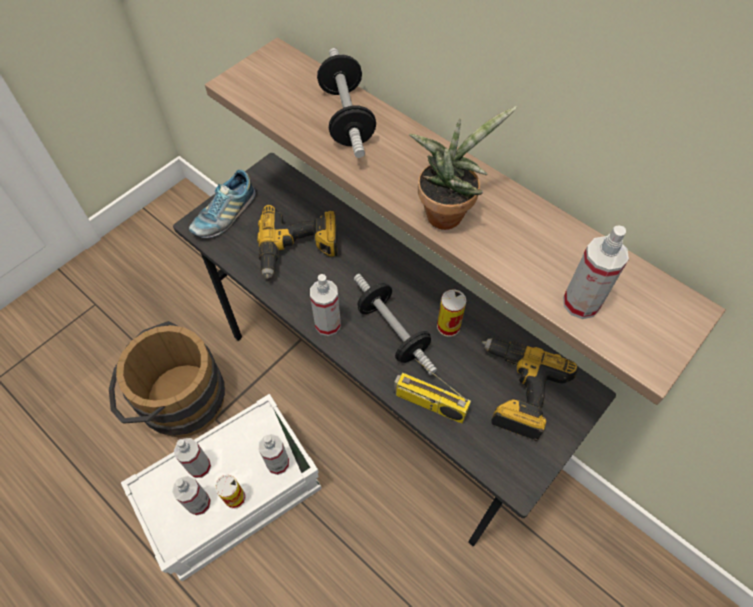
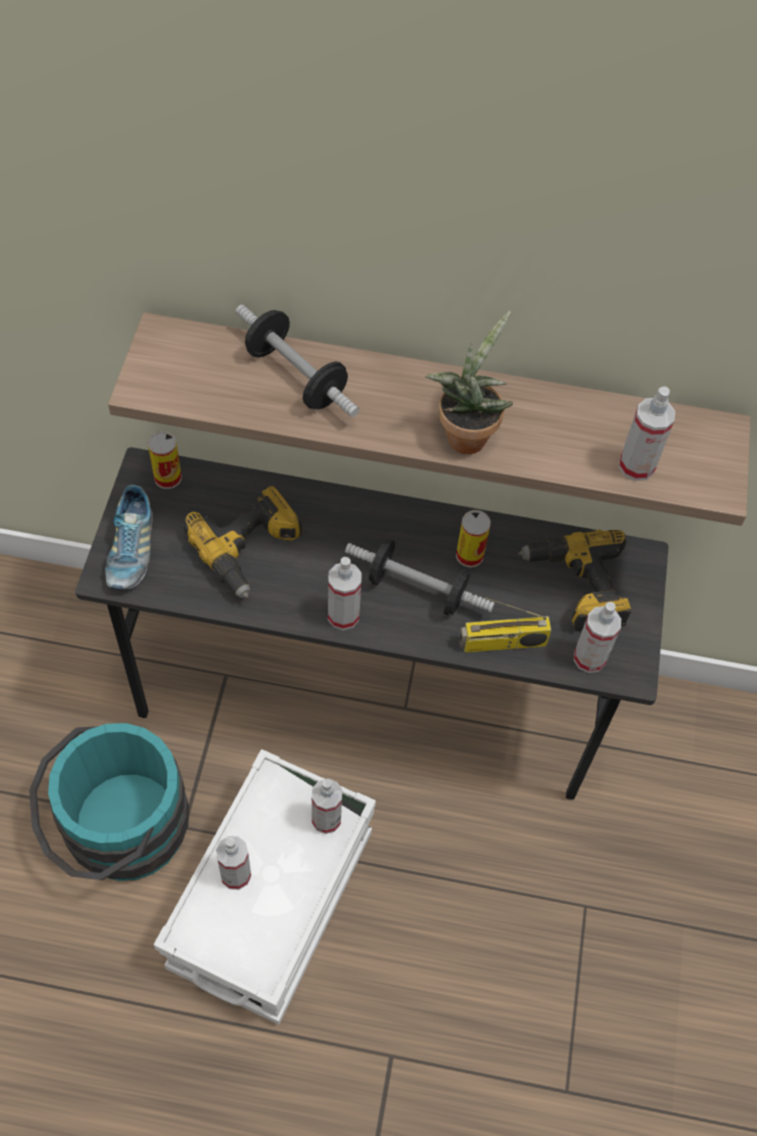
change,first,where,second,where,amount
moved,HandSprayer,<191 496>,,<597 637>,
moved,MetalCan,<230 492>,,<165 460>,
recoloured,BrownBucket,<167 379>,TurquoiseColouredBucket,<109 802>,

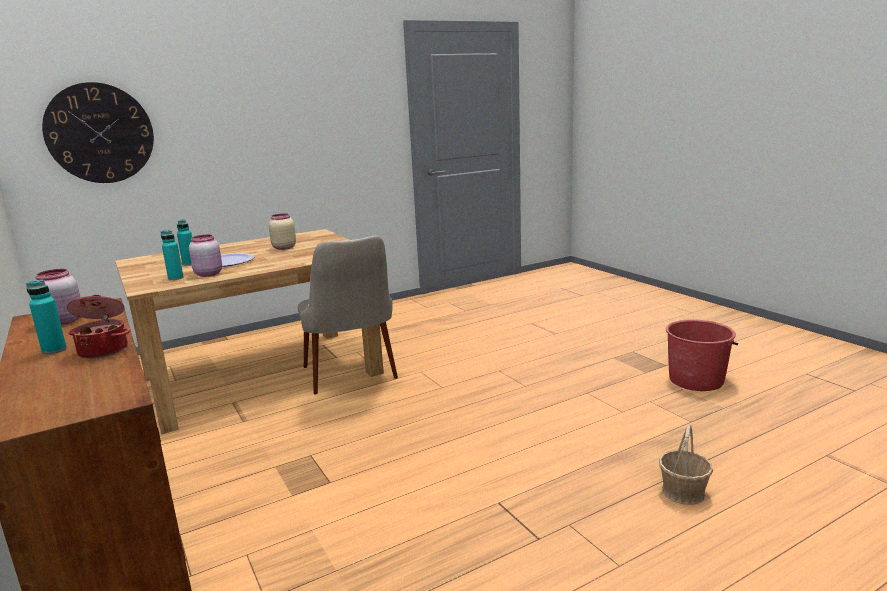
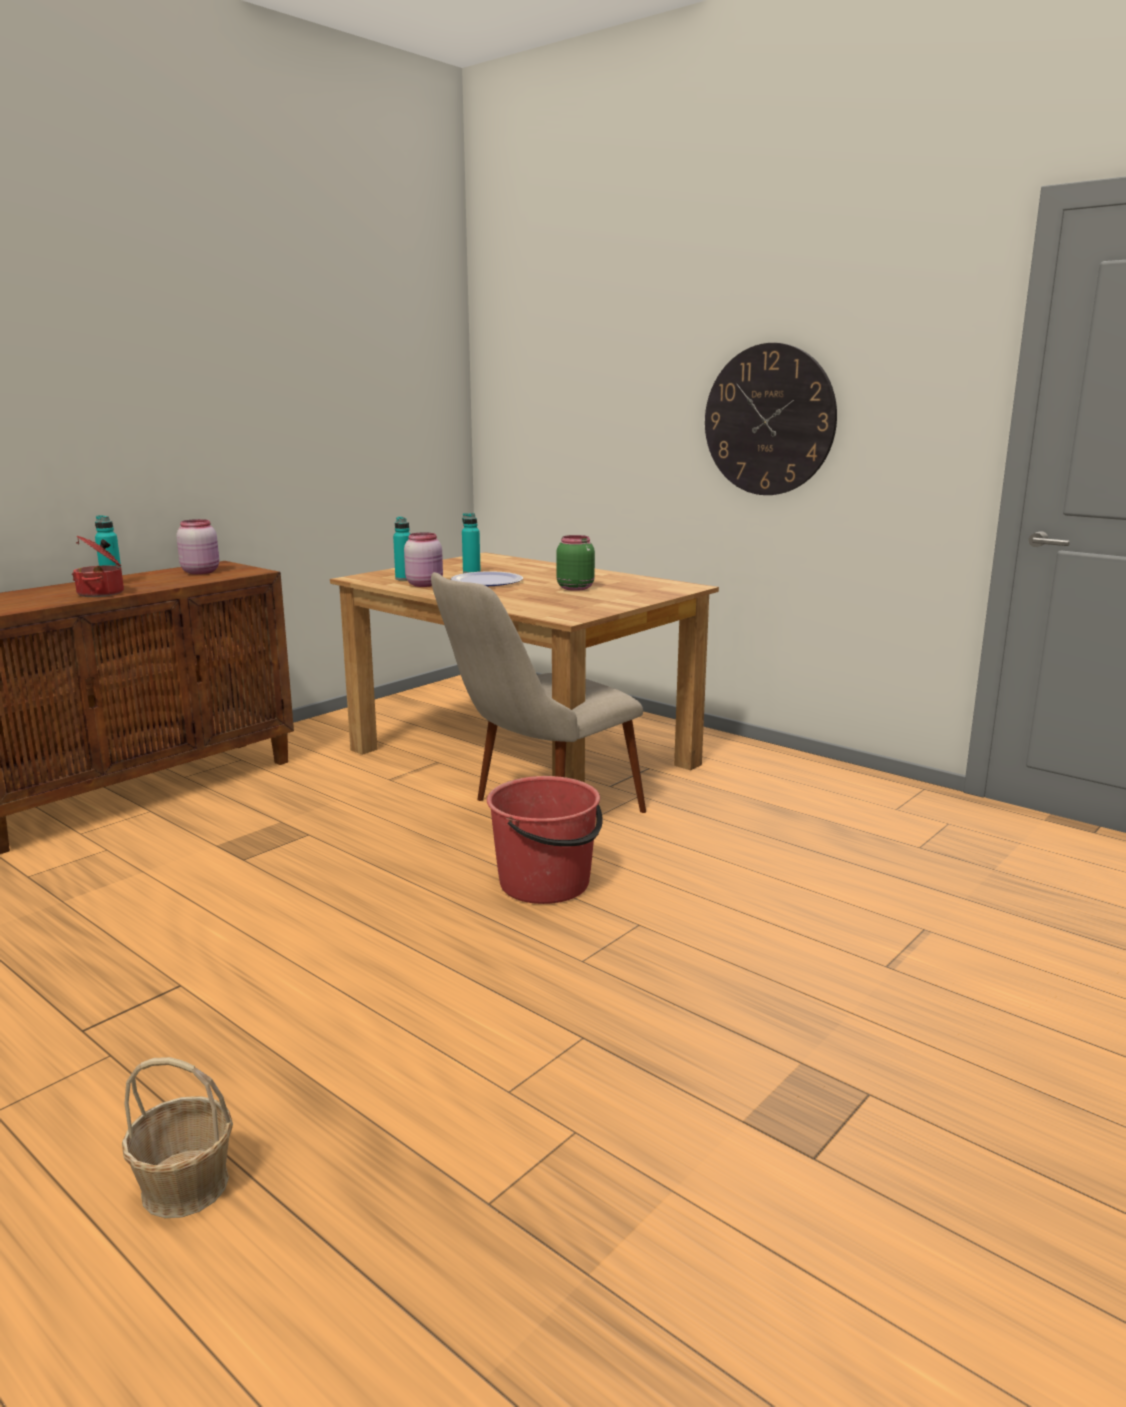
change,first,where,second,where,amount
moved,ClockOnTheWall,<98 132>,,<771 419>,
moved,RedColouredBucket,<702 355>,,<545 840>,
recoloured,BeigeStorageJar,<282 232>,GreenColouredStorageJar,<576 563>,

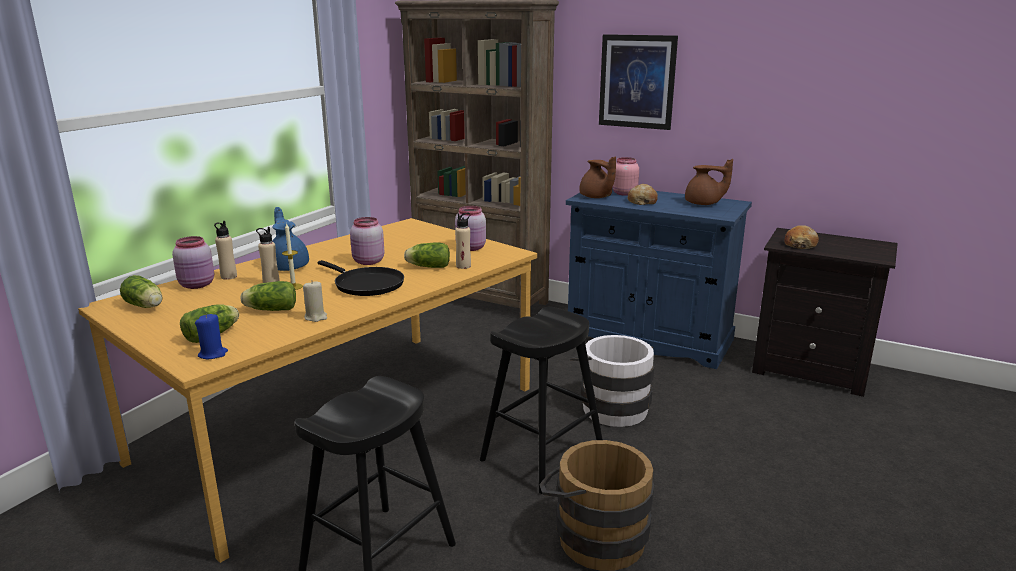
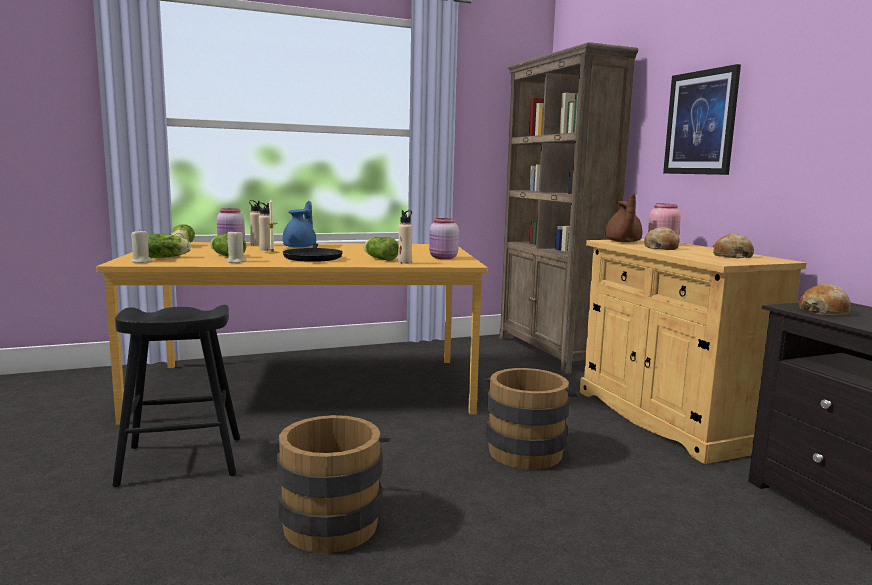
change,first,where,second,where,amount
removed,PinkishStorageJar,<367 241>,,,
removed,BlackSittingStool,<541 400>,,,
replaced,BrownPotForTea,<709 182>,BakeryBread,<733 245>,
recoloured,BlueCandle,<211 336>,BeigeCandle,<141 246>,
recoloured,BlueCupboard,<659 278>,BeigeCupboard,<693 351>,
recoloured,WhiteColouredBucket,<612 381>,BrownBucket,<531 419>,

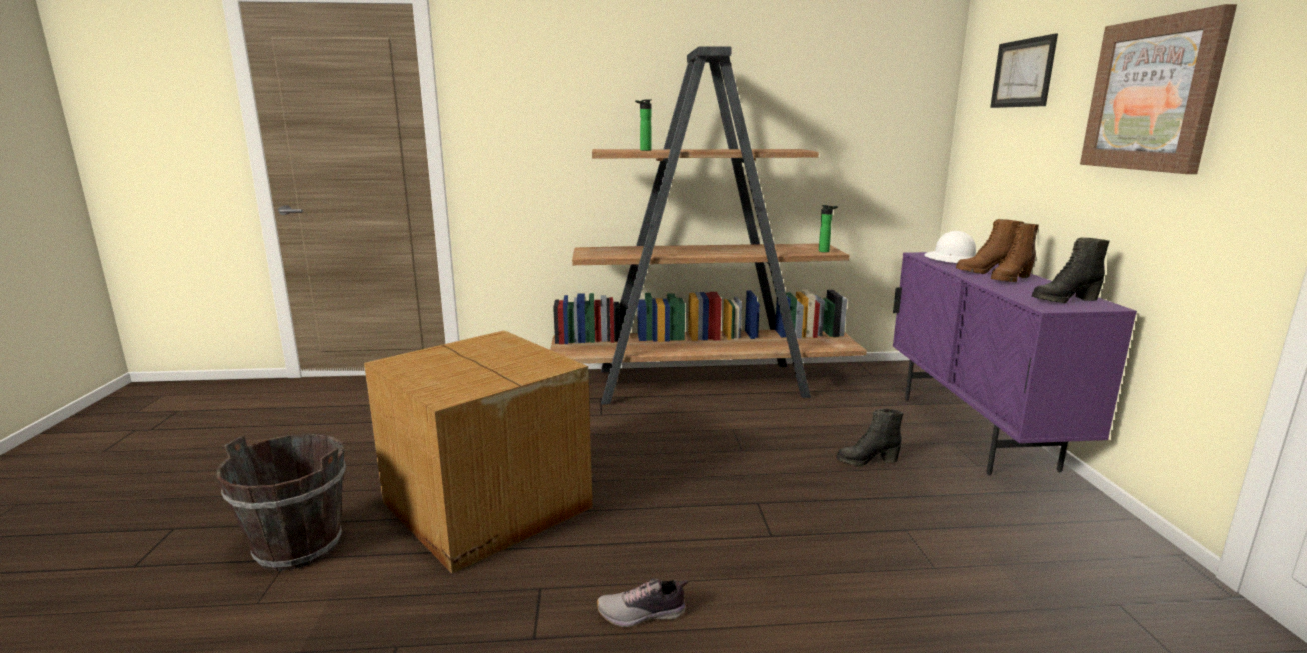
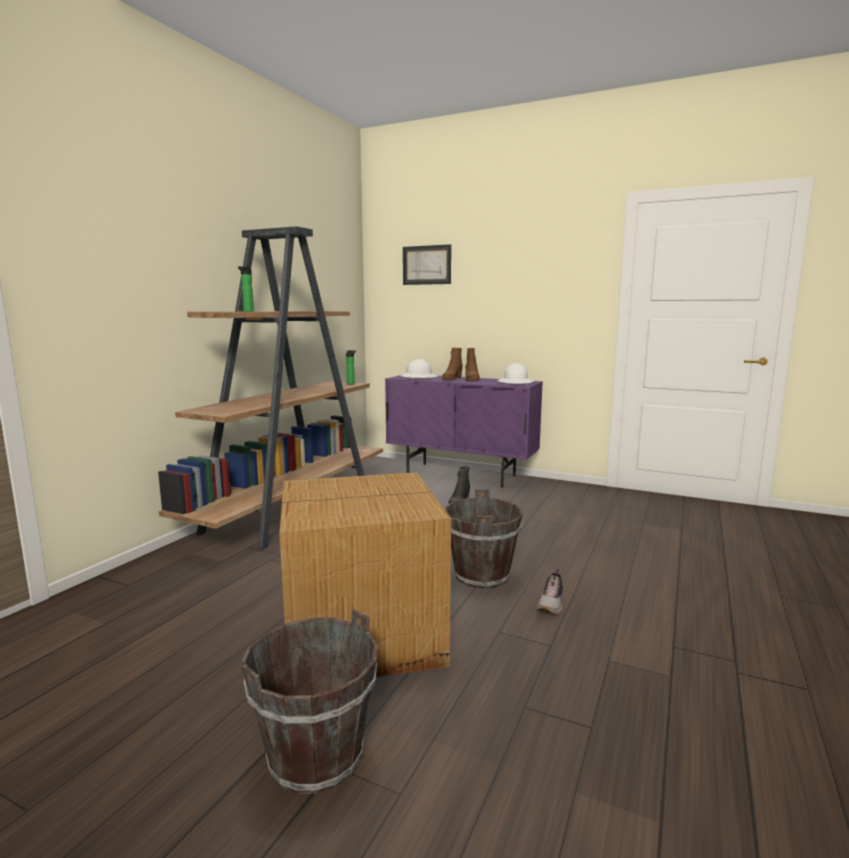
change,first,where,second,where,amount
removed,WallPicture,<1158 89>,,,
added,,,BrownBucket,<484 539>,
replaced,BlackHighTopBoot,<1071 270>,WhiteColouredWorkHelmet,<516 373>,

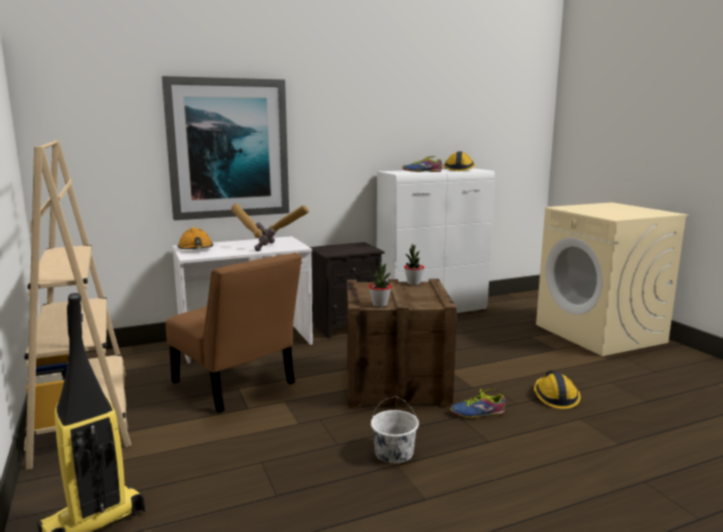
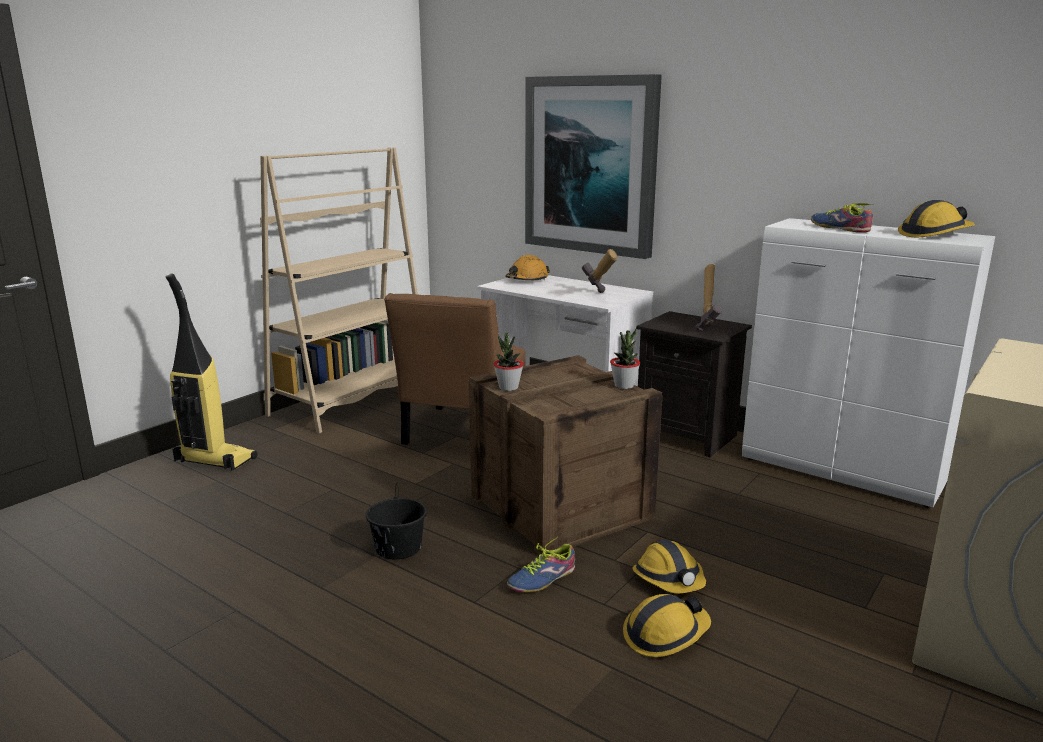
change,first,where,second,where,amount
added,,,WorkHelmet,<669 567>,
moved,Hammer,<253 227>,,<708 298>,
recoloured,WhiteColouredBucket,<395 430>,BlackBucket,<396 520>,
turned,LowShoe,<477 403>,,<541 565>,90 degrees counterclockwise

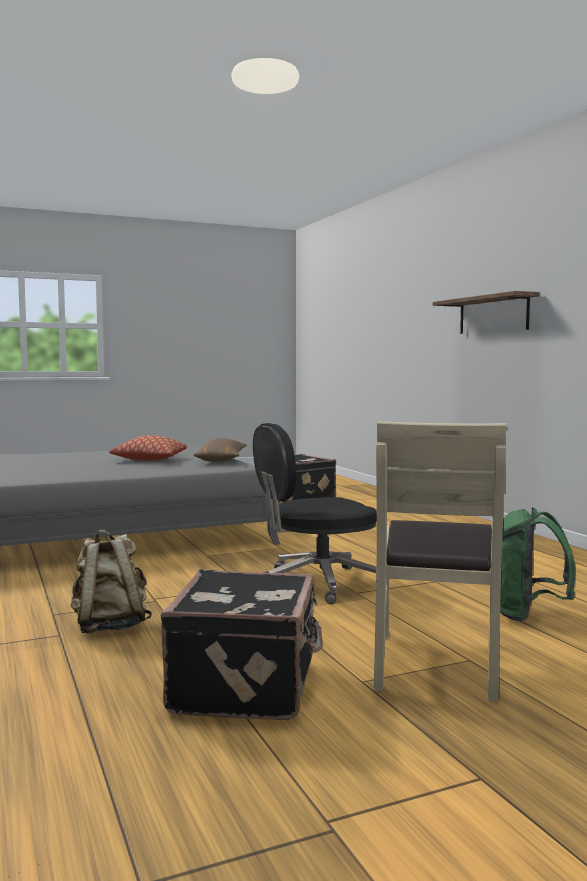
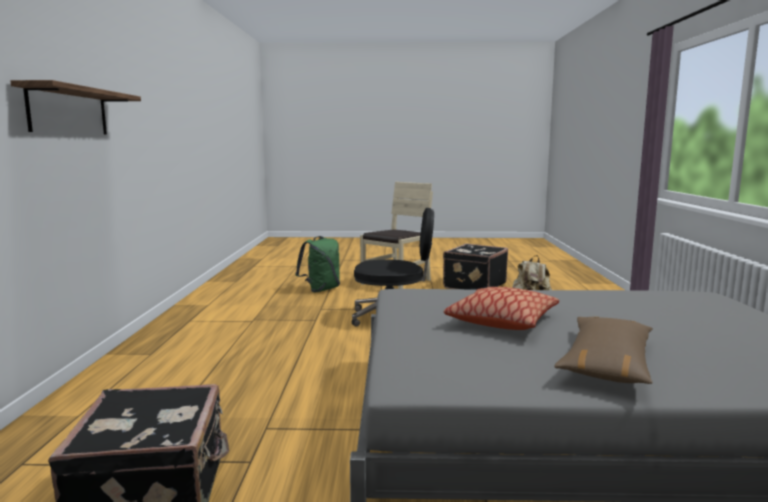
change,first,where,second,where,amount
moved,BrownThrowPillow,<220 450>,,<603 350>,

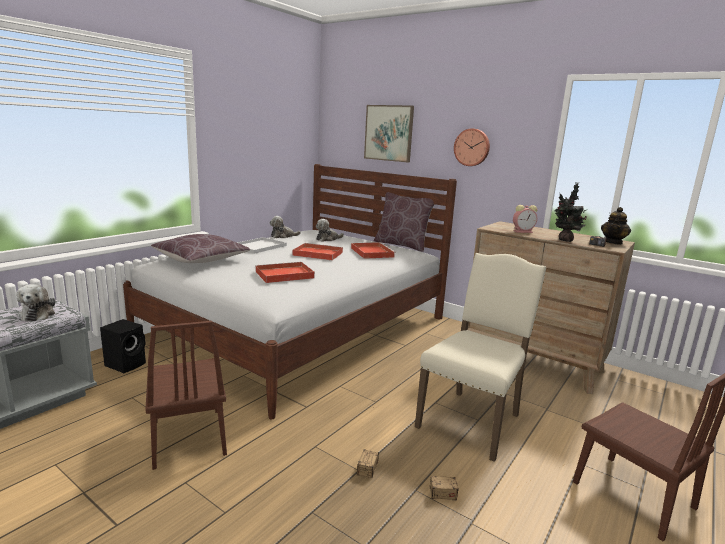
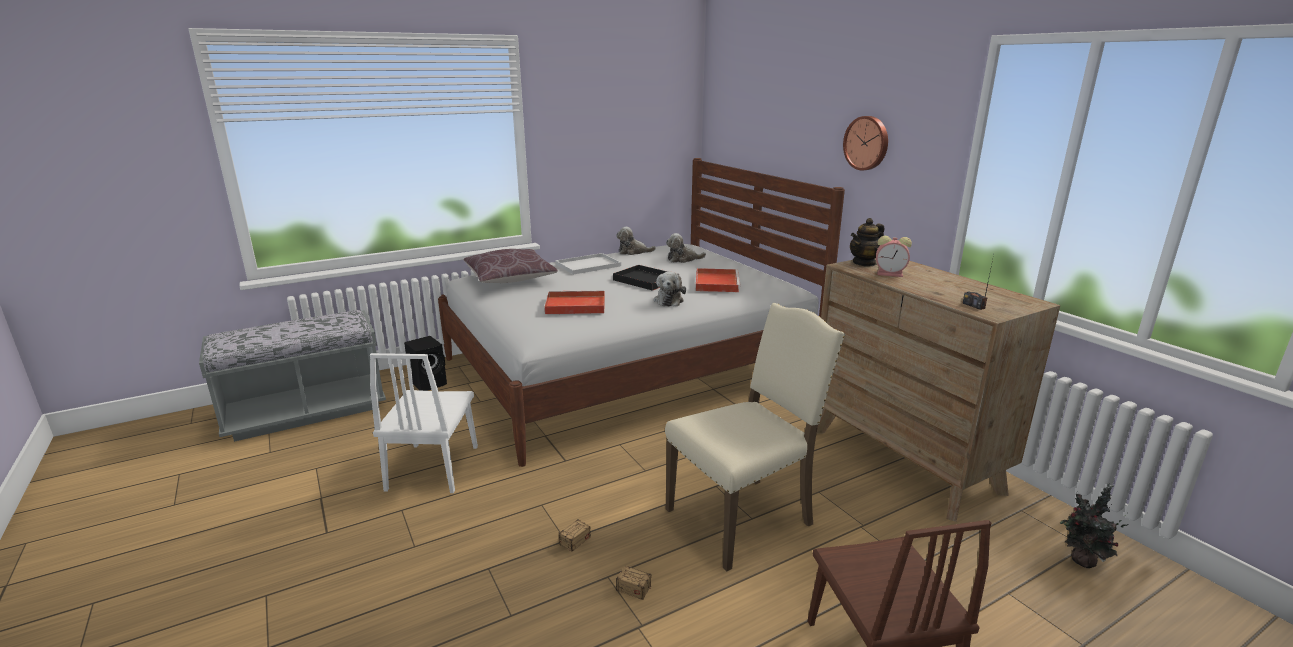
change,first,where,second,where,amount
removed,WallPicture,<389 133>,,,
removed,BrownThrowPillow,<404 222>,,,
moved,SoftToy,<35 303>,,<670 289>,
moved,Houseplant,<570 212>,,<1094 525>,
moved,PotForTea,<616 226>,,<867 242>,
recoloured,BrownPlainChair,<186 395>,WhiteColouredPlainChair,<424 423>,
recoloured,RedColouredServingTray,<317 251>,BlackServingTray,<646 277>,

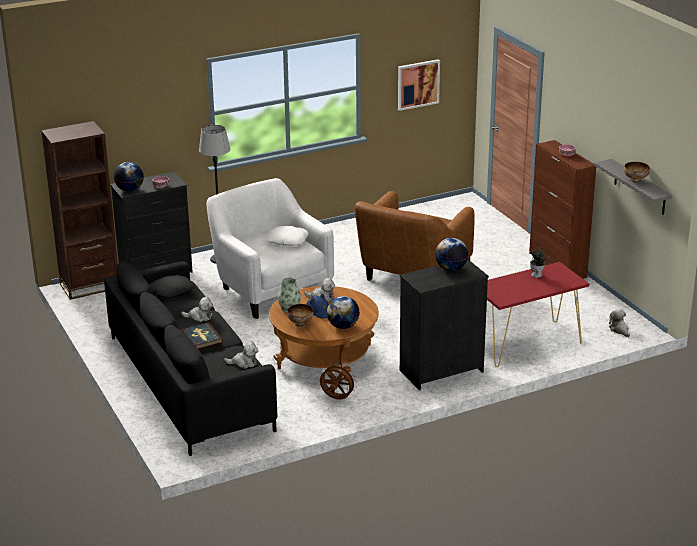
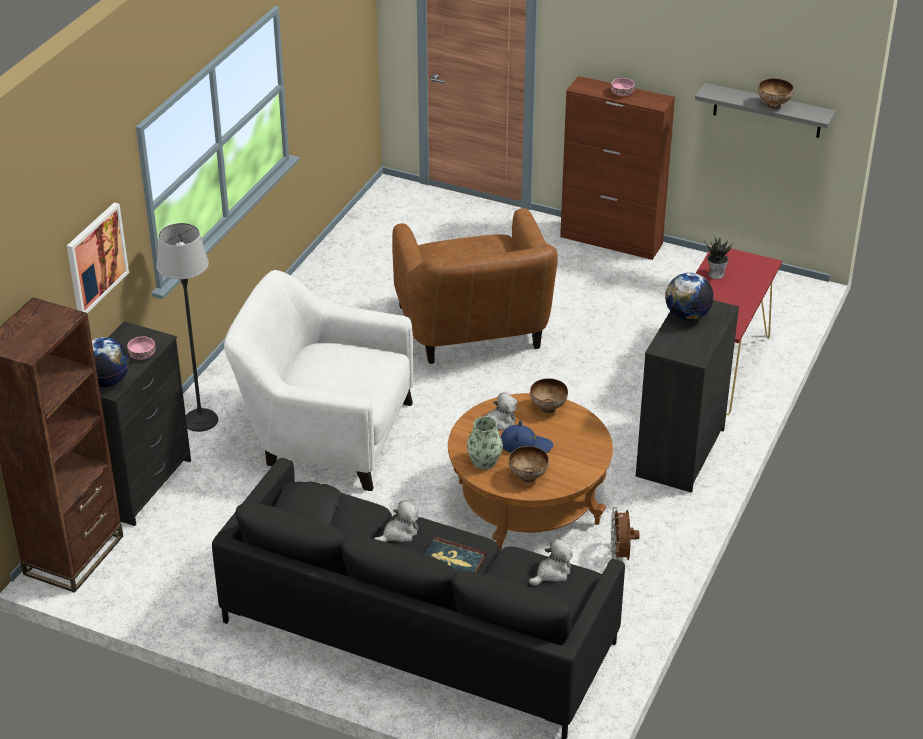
change,first,where,second,where,amount
removed,WhiteColouredThrowPillow,<287 236>,,,
removed,WorldGlobe,<343 312>,,,
removed,SoftToy,<619 323>,,,
added,,,DeepDish,<549 395>,
moved,WallPicture,<419 85>,,<98 257>,
turned,BrownFan,<338 381>,,<625 533>,75 degrees counterclockwise

